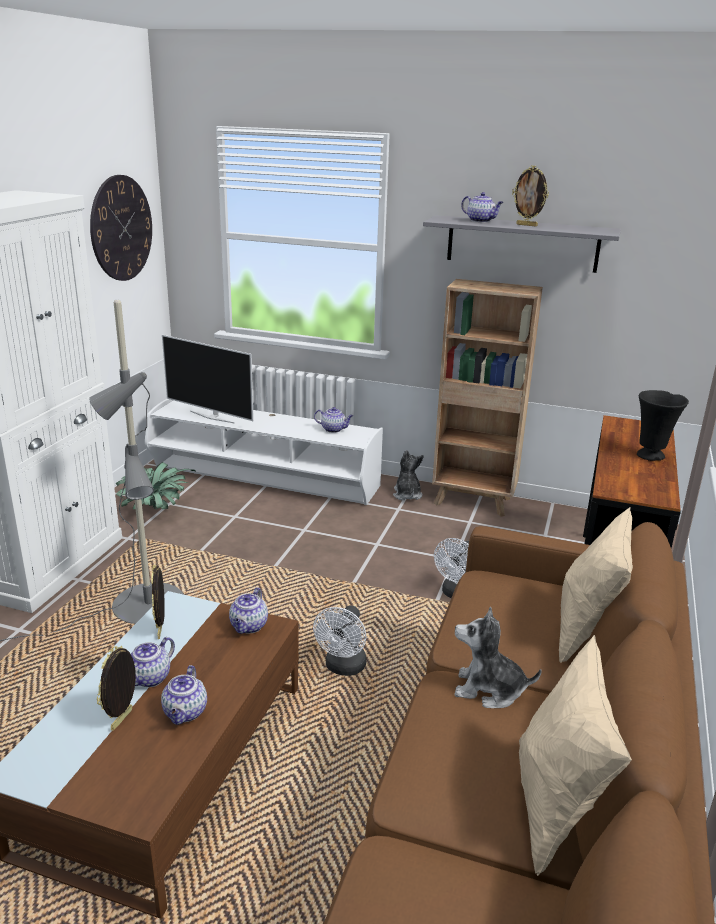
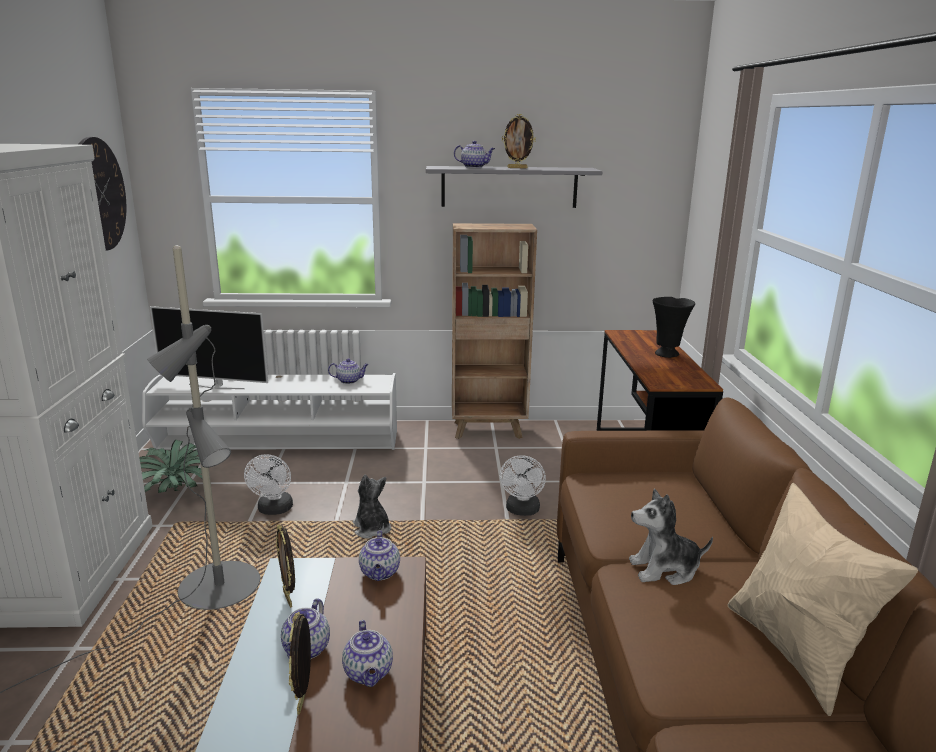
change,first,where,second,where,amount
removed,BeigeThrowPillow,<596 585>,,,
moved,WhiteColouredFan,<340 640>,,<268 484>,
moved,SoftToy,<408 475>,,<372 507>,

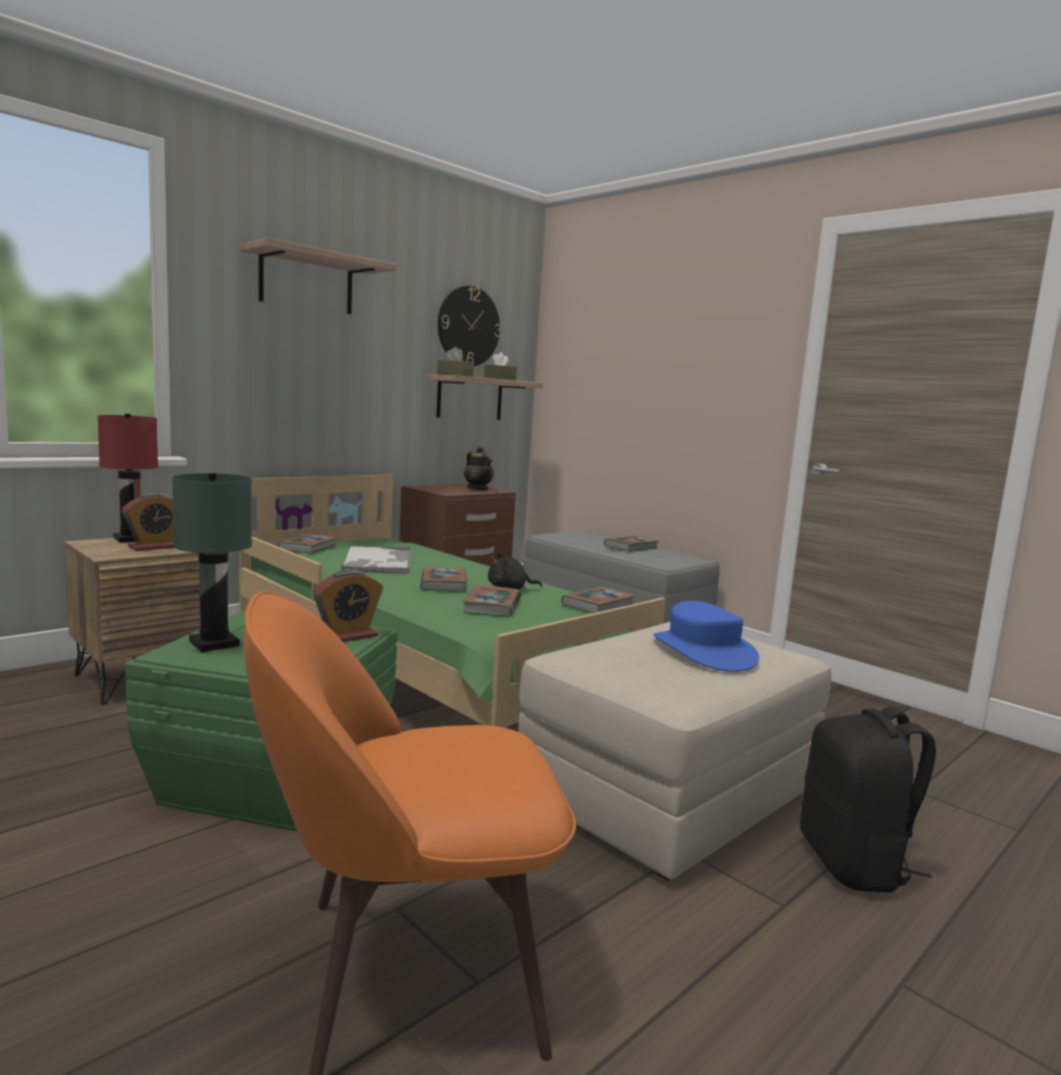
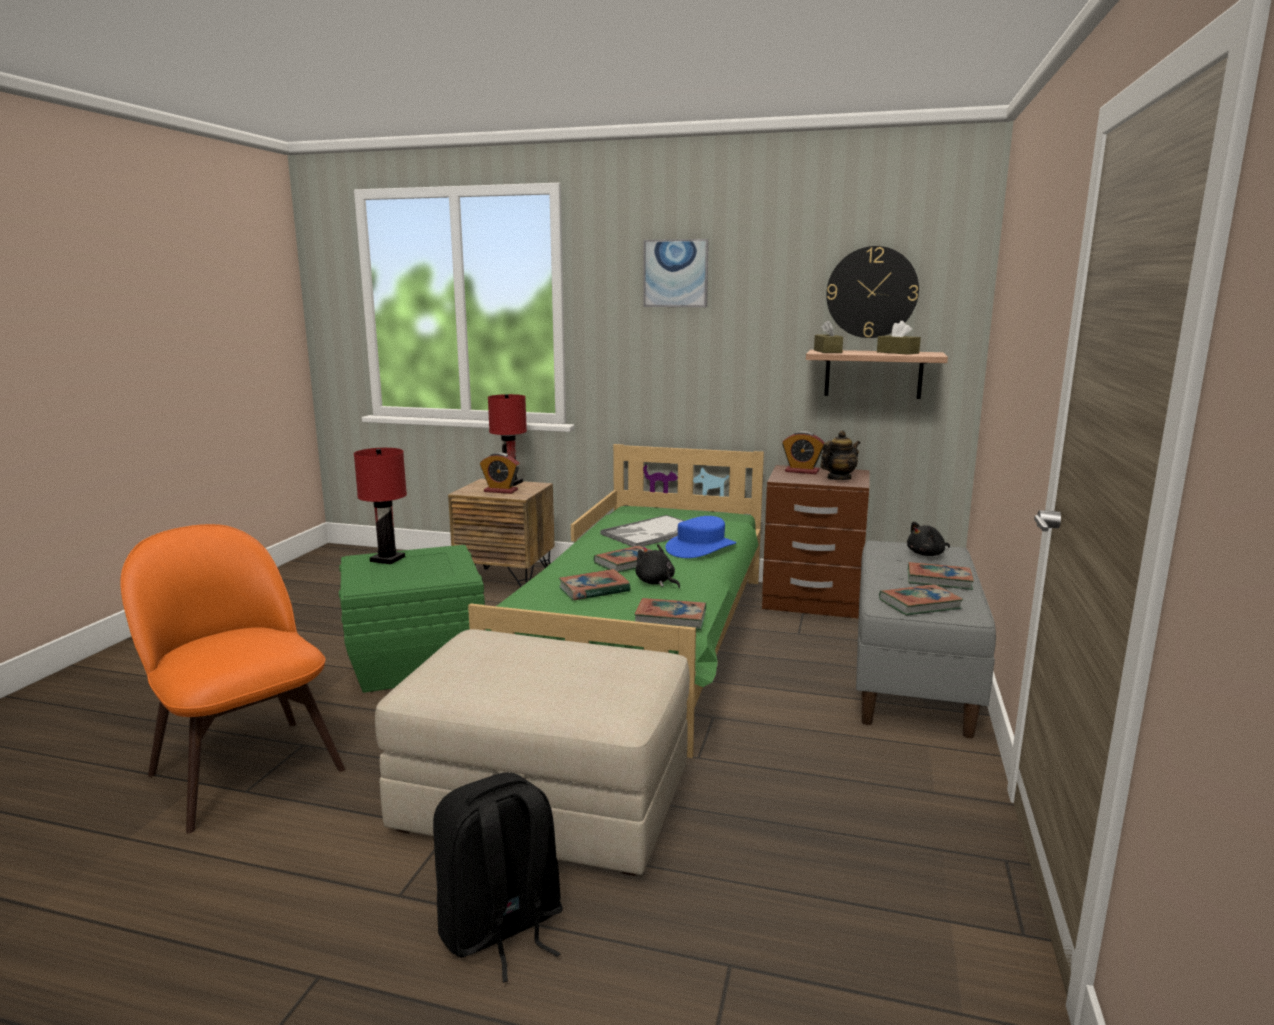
change,first,where,second,where,amount
added,,,BlackSoftToy,<928 539>,
moved,Volume,<307 543>,,<921 599>,
moved,BedsideClock,<348 605>,,<803 452>,
moved,BlueHat,<706 636>,,<701 537>,
replaced,Shelf,<318 276>,WallPicture,<676 273>,
recoloured,GreenColouredTabletopLamp,<212 562>,RedColouredTabletopLamp,<380 506>,
turned,PotForTea,<479 468>,,<840 455>,150 degrees counterclockwise

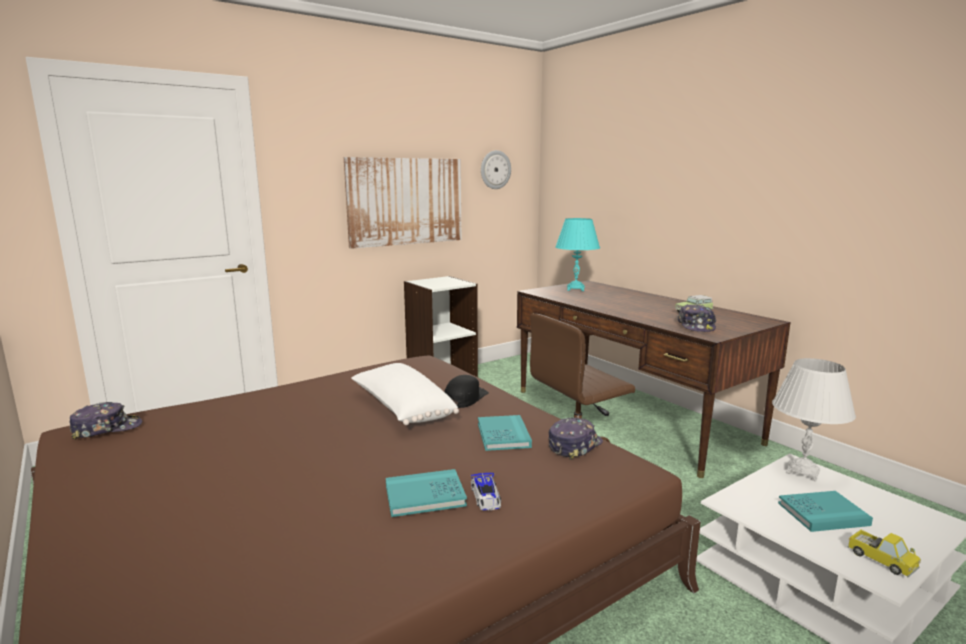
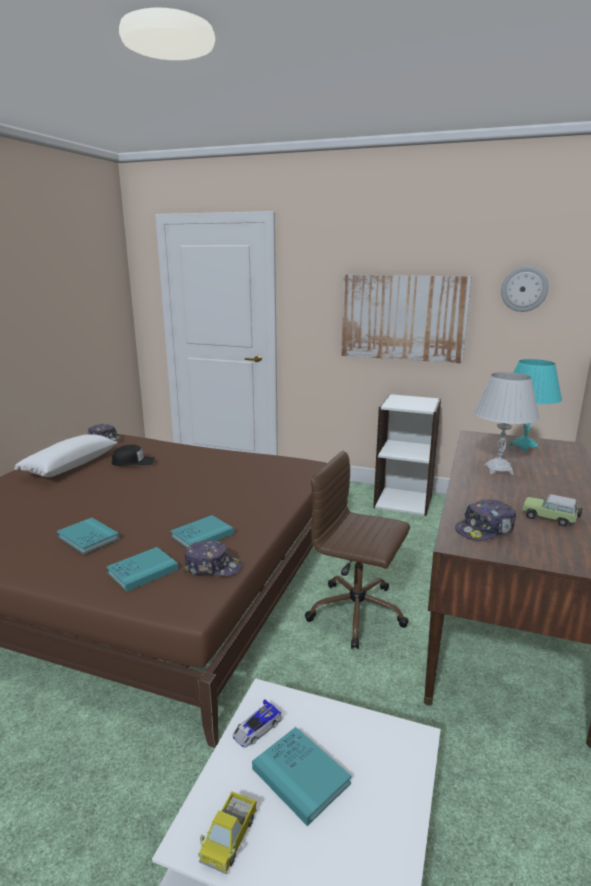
change,first,where,second,where,amount
added,,,TurquoiseColouredVolume,<142 569>,
moved,WhiteColouredThrowPillow,<405 394>,,<65 455>,
moved,BlackBaseballCap,<466 391>,,<133 455>,
moved,ToyCar,<485 492>,,<257 723>,
moved,WhiteColouredTabletopLamp,<814 420>,,<506 423>,

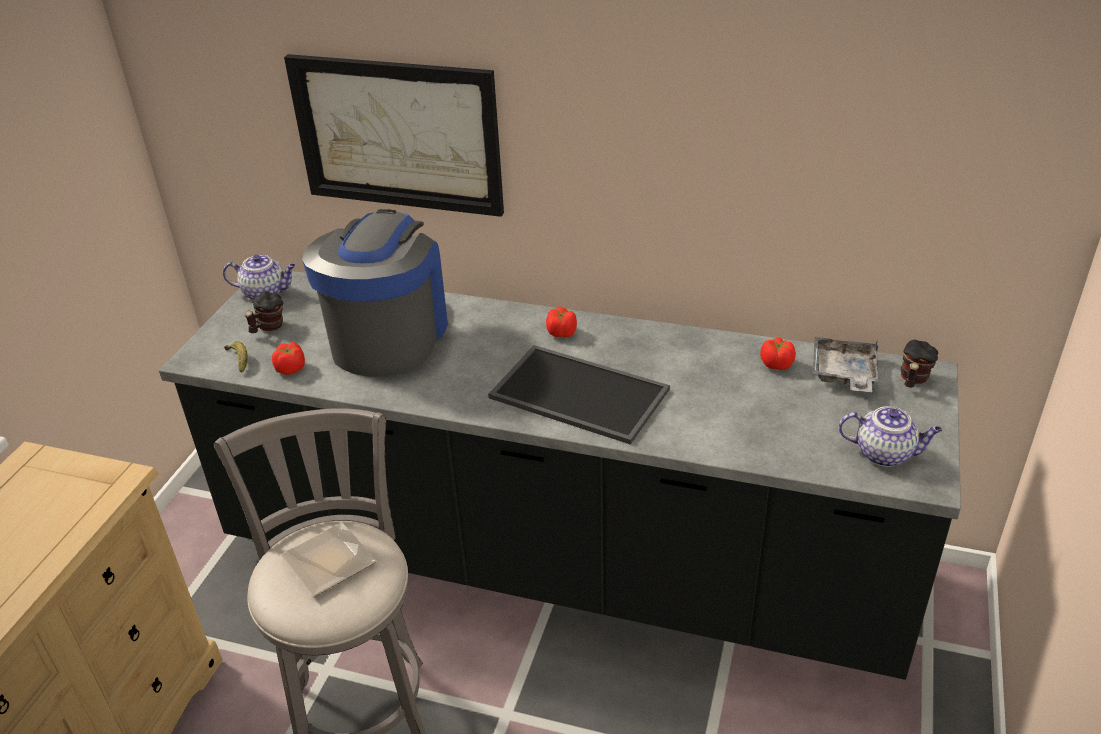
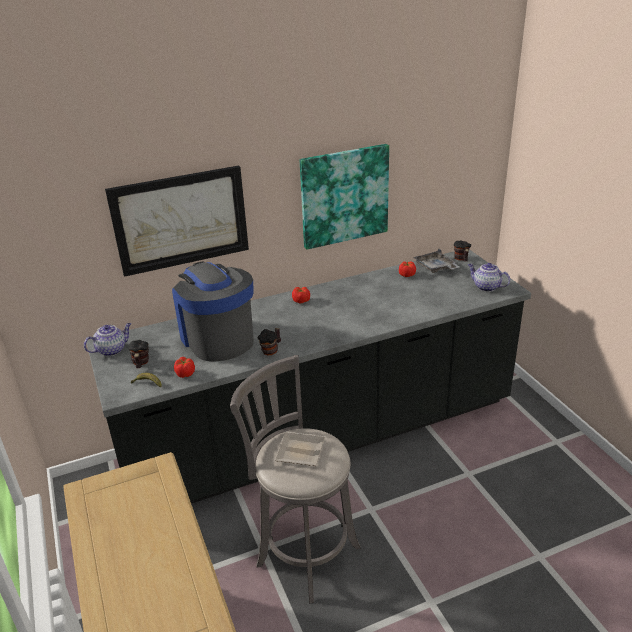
change,first,where,second,where,amount
removed,ServingTray,<579 395>,,,
added,,,CoffeeMug,<269 341>,
added,,,WallPicture,<344 197>,
turned,PotForTea,<891 436>,,<489 277>,120 degrees counterclockwise

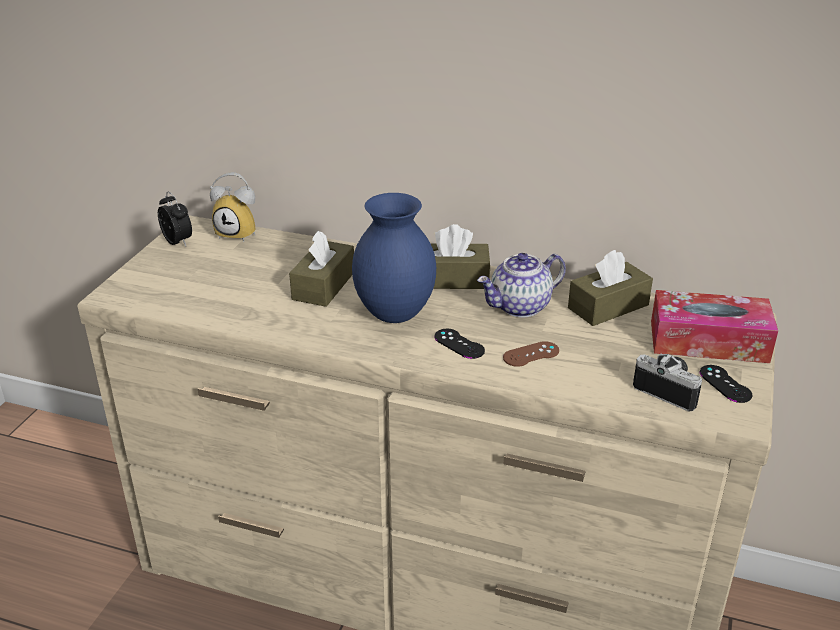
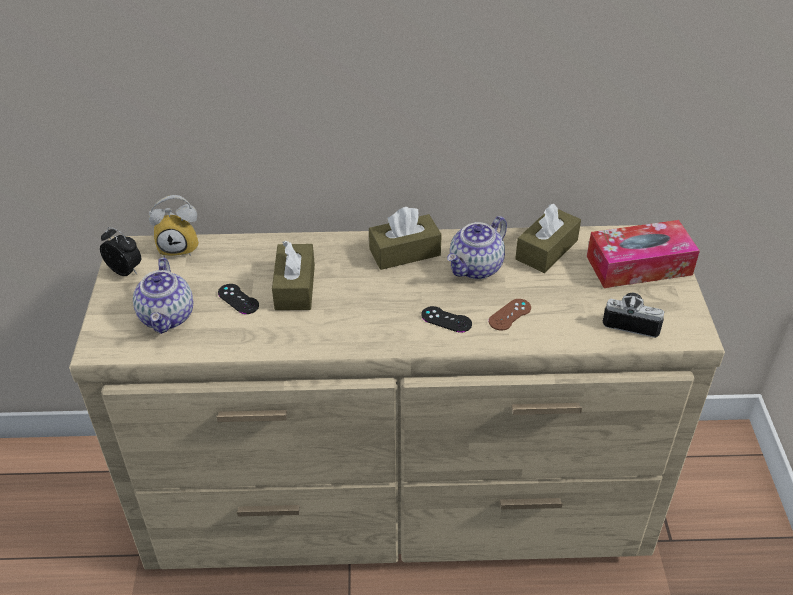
change,first,where,second,where,amount
removed,BlueVase,<394 258>,,,
added,,,PotForTea,<163 295>,
moved,BlackJoypad,<726 384>,,<238 299>,

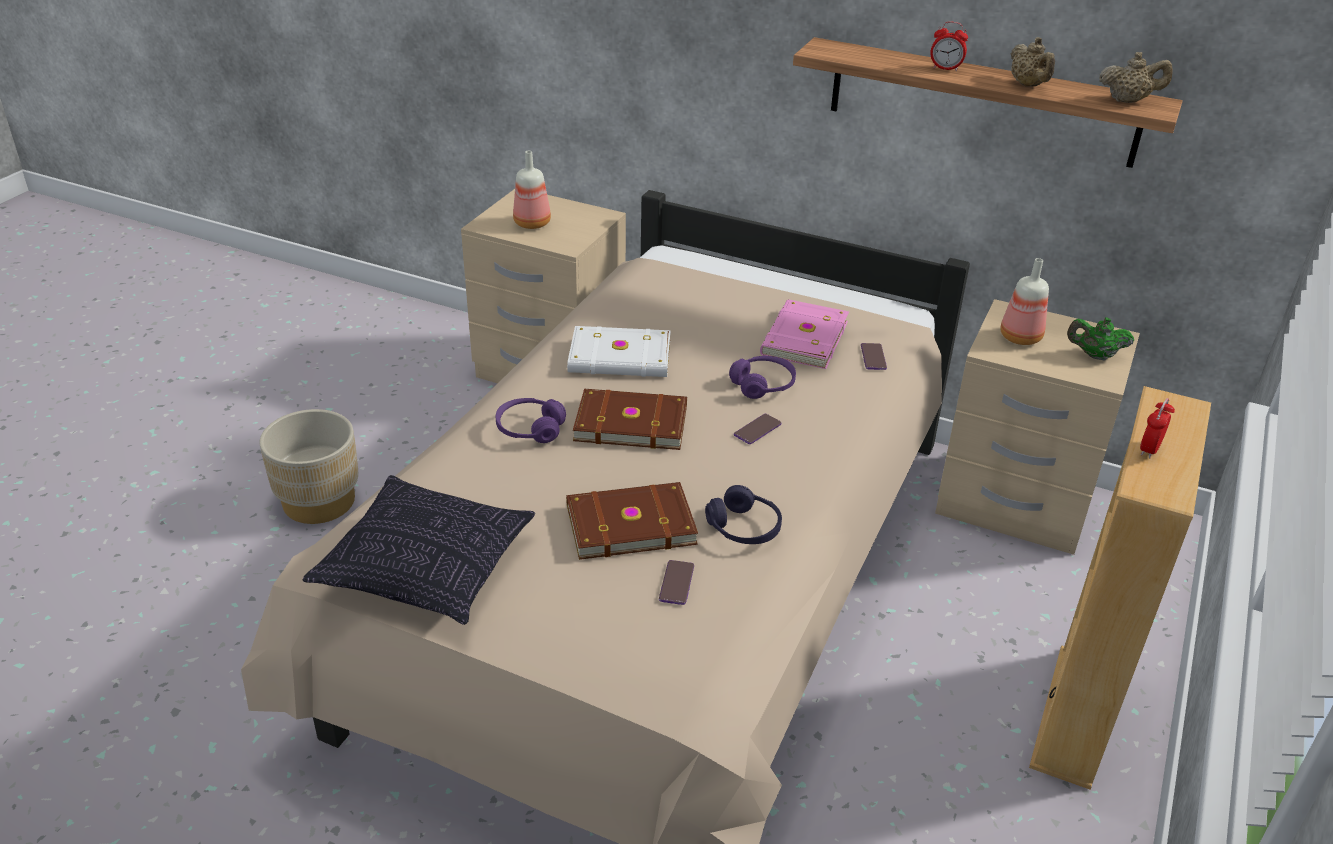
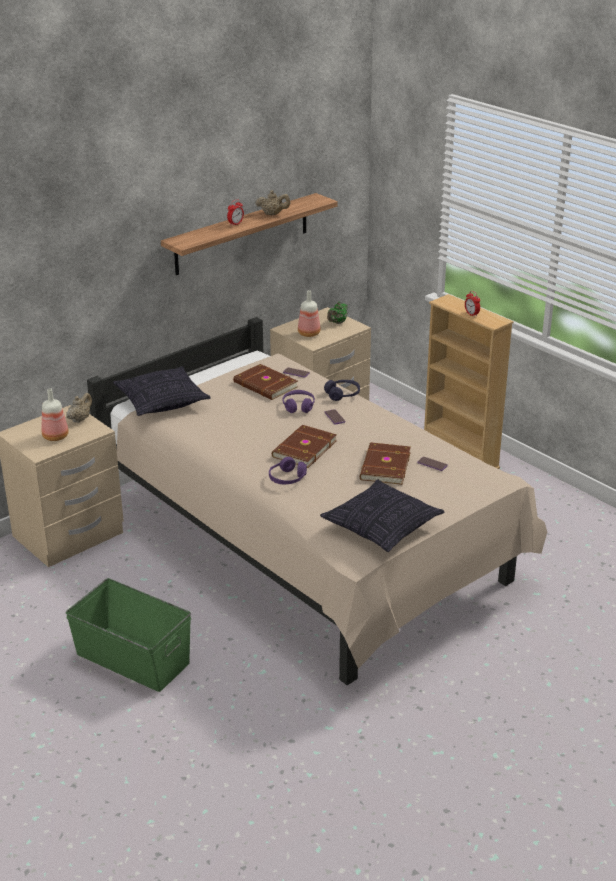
change,first,where,second,where,amount
removed,WhiteColouredVolume,<619 351>,,,
added,,,ThrowPillow,<162 391>,
moved,PurplePairOfHeadphones,<743 514>,,<342 390>,
moved,BeigePotForTea,<1136 77>,,<79 408>,
replaced,BeigePlanter,<309 466>,GreenColouredStorageContainer,<128 635>,
recoloured,PinkishVolume,<804 334>,BrownVolume,<265 382>,

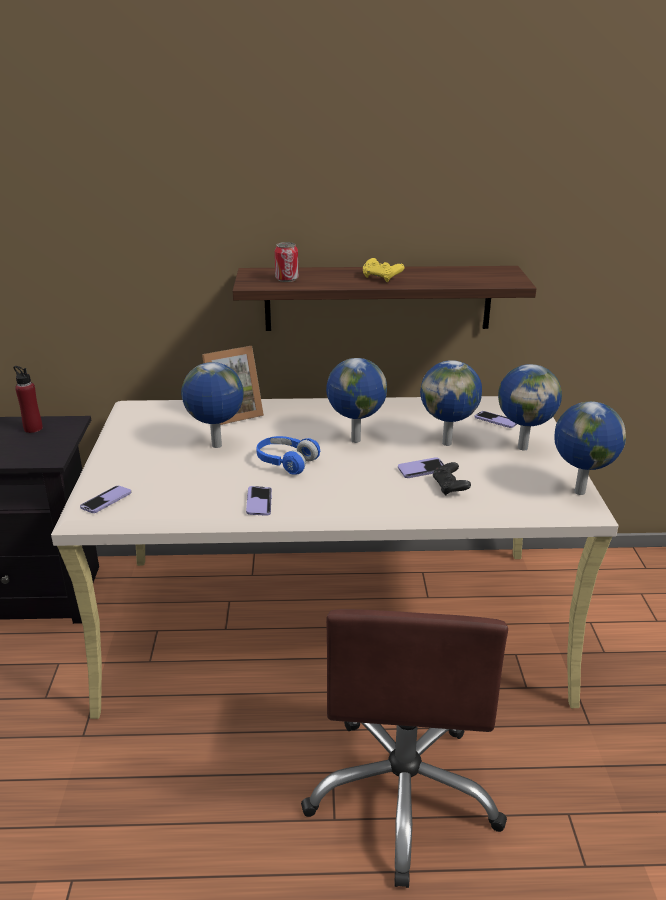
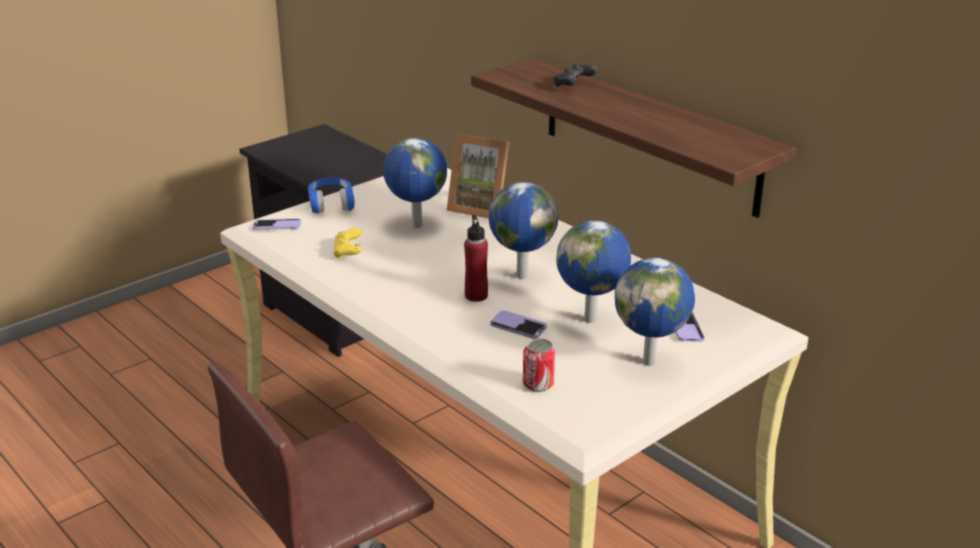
change,first,where,second,where,amount
removed,Telephone,<259 501>,,,
removed,WorldGlobe,<590 448>,,,
moved,RedColouredBeverageBottle,<28 399>,,<476 258>,
moved,BluePairOfHeadphones,<288 455>,,<331 196>,
moved,MetalCan,<286 262>,,<539 365>,
moved,YellowishJoypad,<383 270>,,<347 243>,
moved,BlackJoypad,<452 479>,,<576 76>,

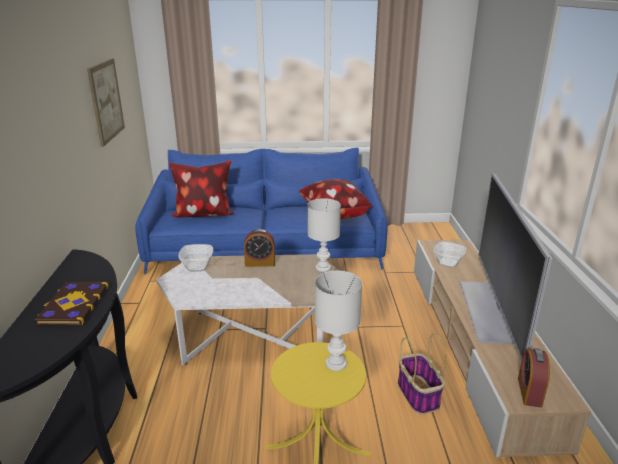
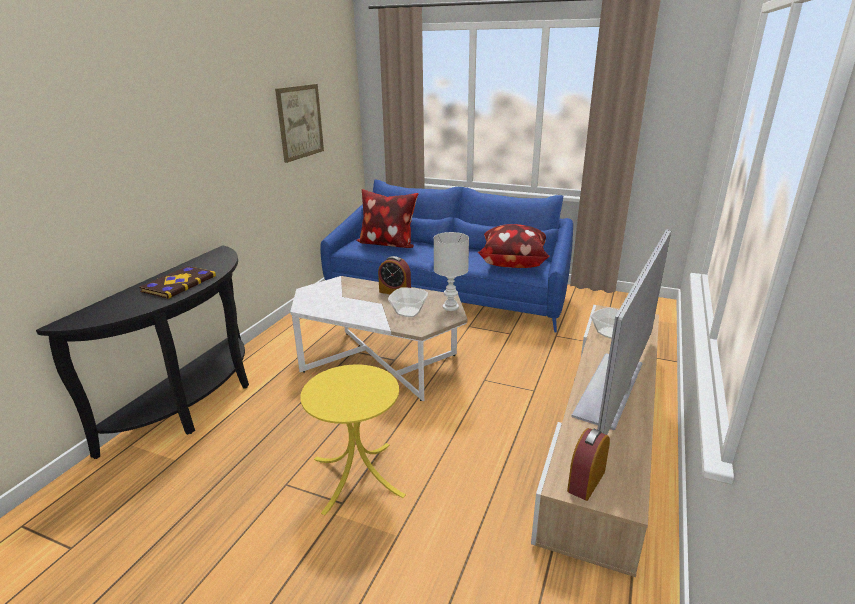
change,first,where,second,where,amount
removed,WhiteColouredTabletopLamp,<338 321>,,,
removed,Basket,<422 374>,,,
moved,DeepDish,<196 257>,,<408 302>,

